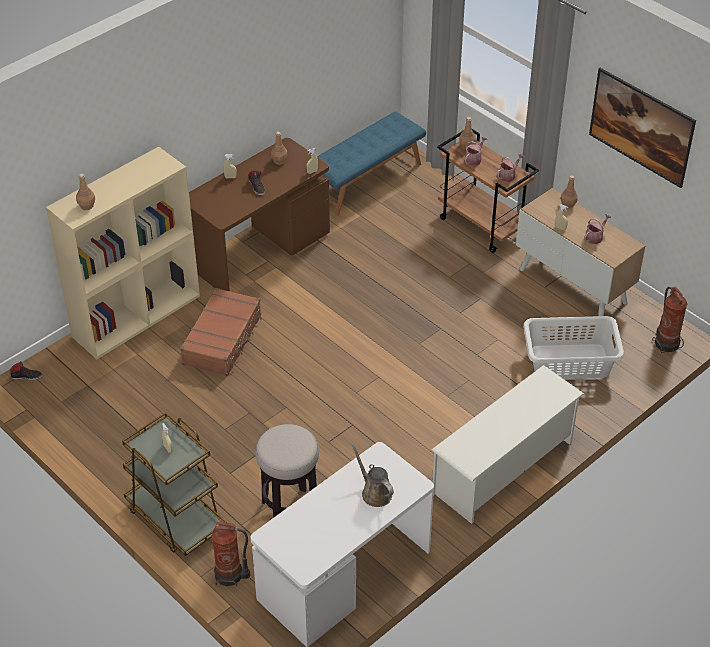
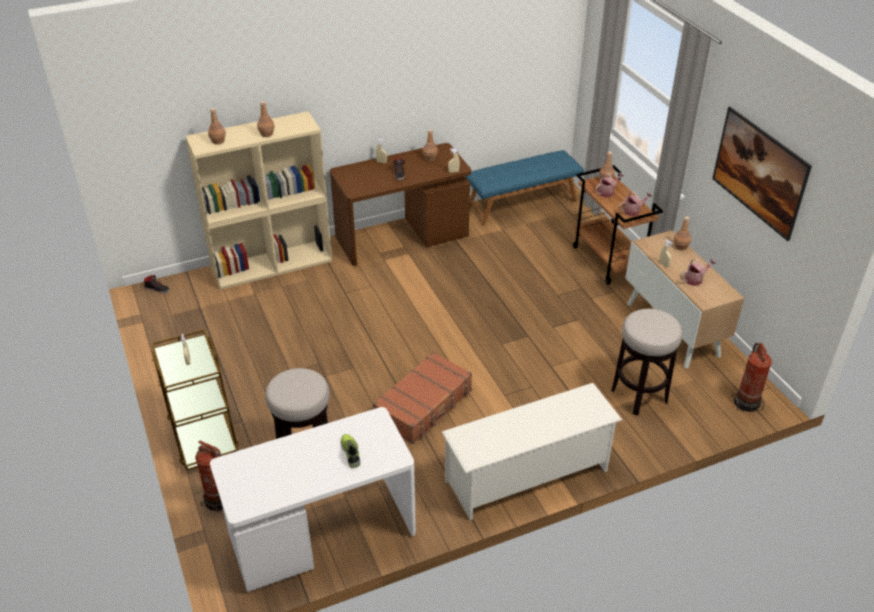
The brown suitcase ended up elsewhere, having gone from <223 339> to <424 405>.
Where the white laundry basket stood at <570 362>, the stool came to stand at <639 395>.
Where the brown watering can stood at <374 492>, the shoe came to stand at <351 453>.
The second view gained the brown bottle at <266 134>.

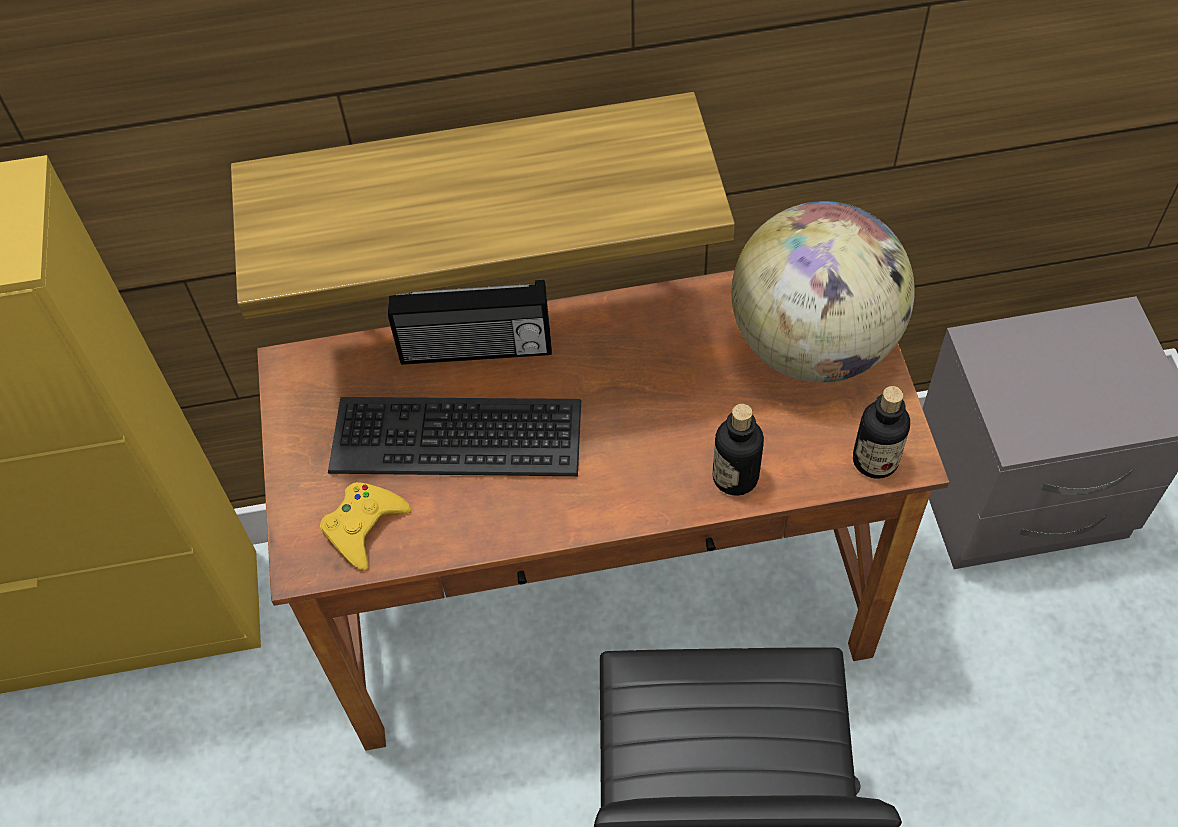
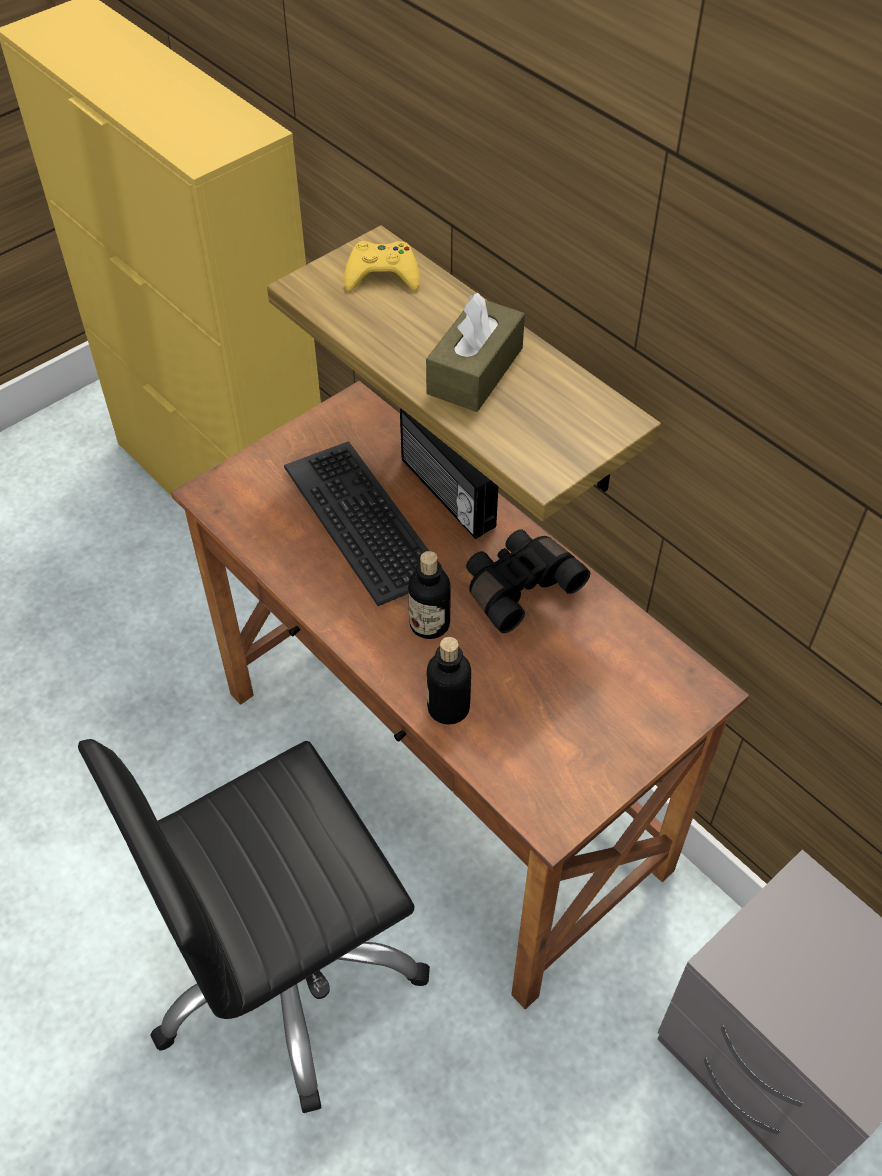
The second view lost the globe at <813 344>.
The bottle ended up elsewhere, having gone from <875 460> to <429 624>.
The yellow game controller ended up elsewhere, having gone from <364 527> to <382 274>.
The second view gained the brown tissue box at <475 371>.
The second view gained the black binoculars at <518 586>.

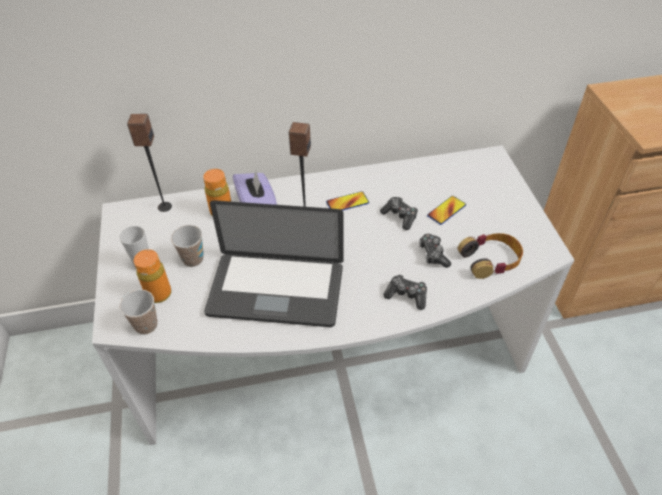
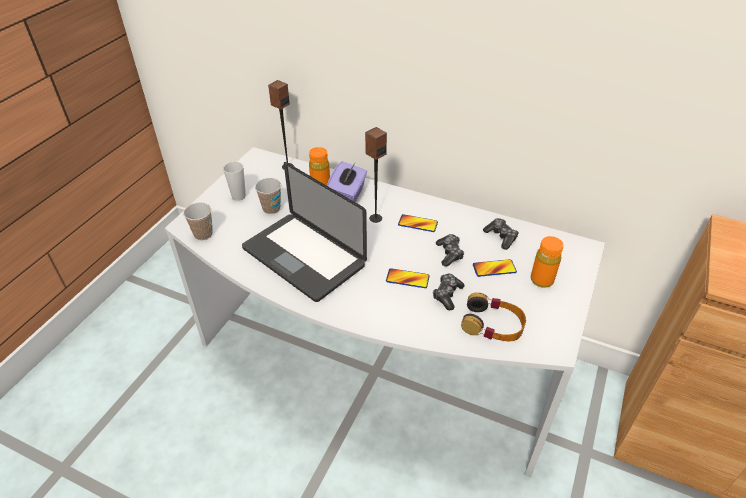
The orange bottle ended up elsewhere, having gone from <159 294> to <541 280>.
The game controller ended up elsewhere, having gone from <406 295> to <501 237>.
The second view gained the phone at <407 279>.

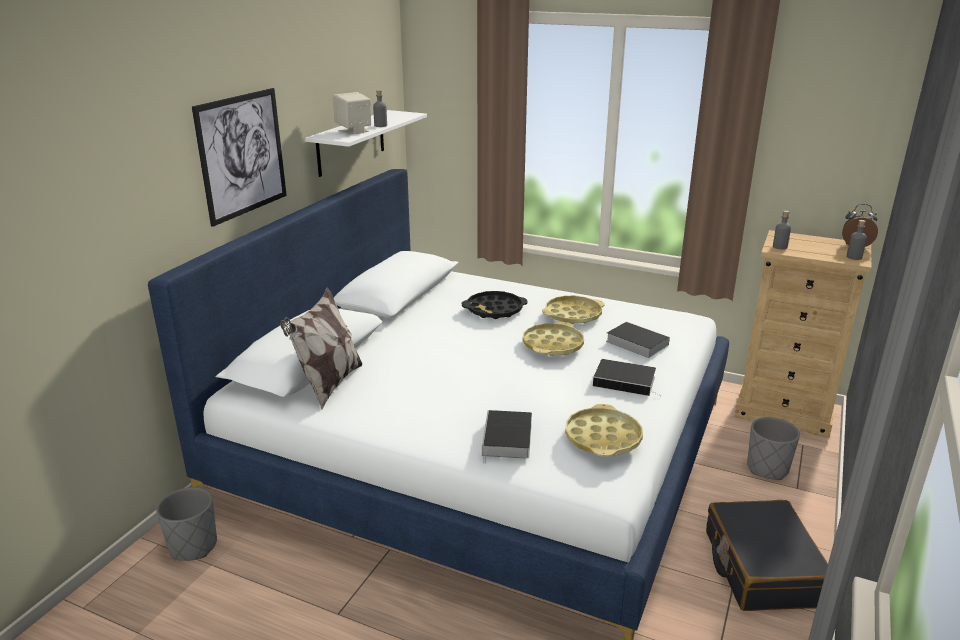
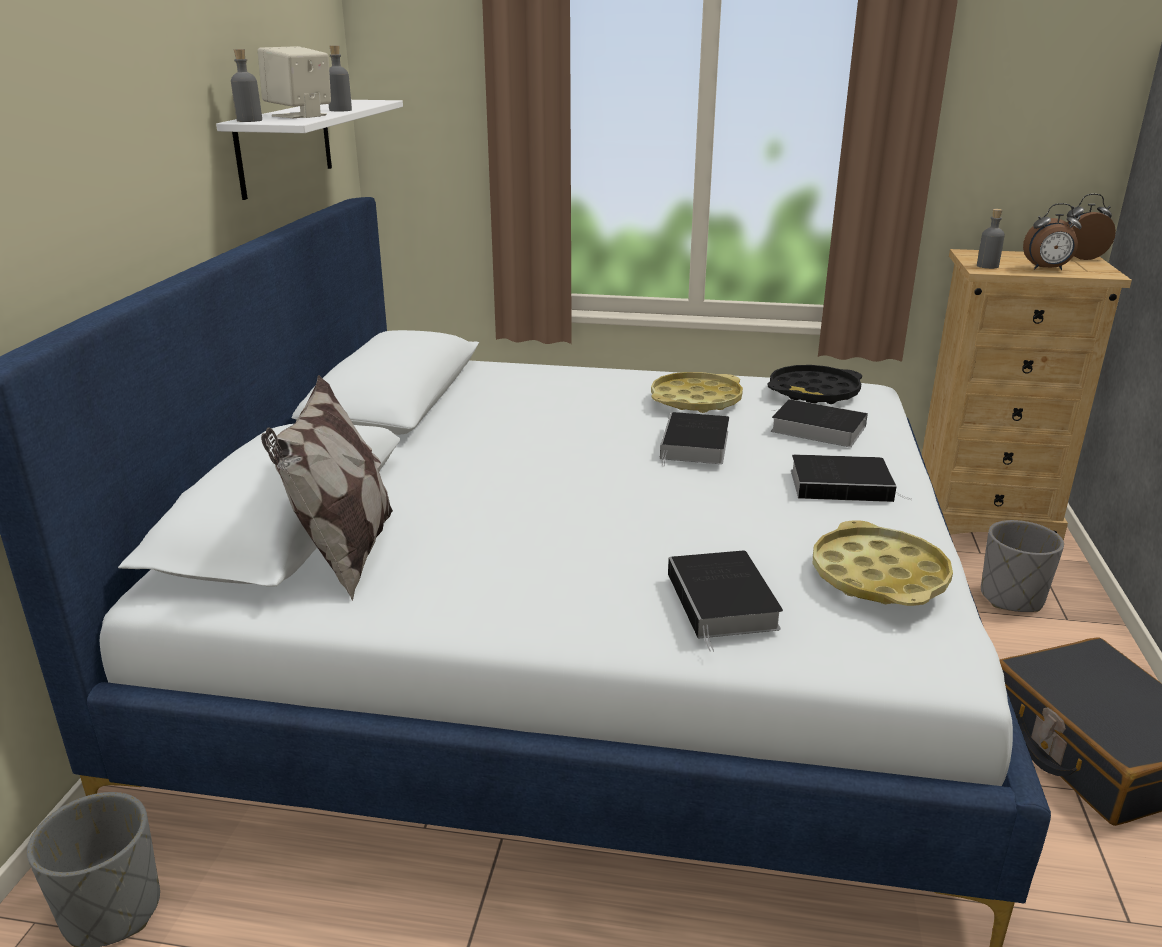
The second view lost the picture at <242 155>.
The grey bottle ended up elsewhere, having gone from <854 257> to <249 120>.
The black tray ended up elsewhere, having gone from <494 310> to <814 392>.
Where the yellow tray stood at <553 345>, the book came to stand at <695 445>.
The second view gained the alarm clock at <1047 269>.

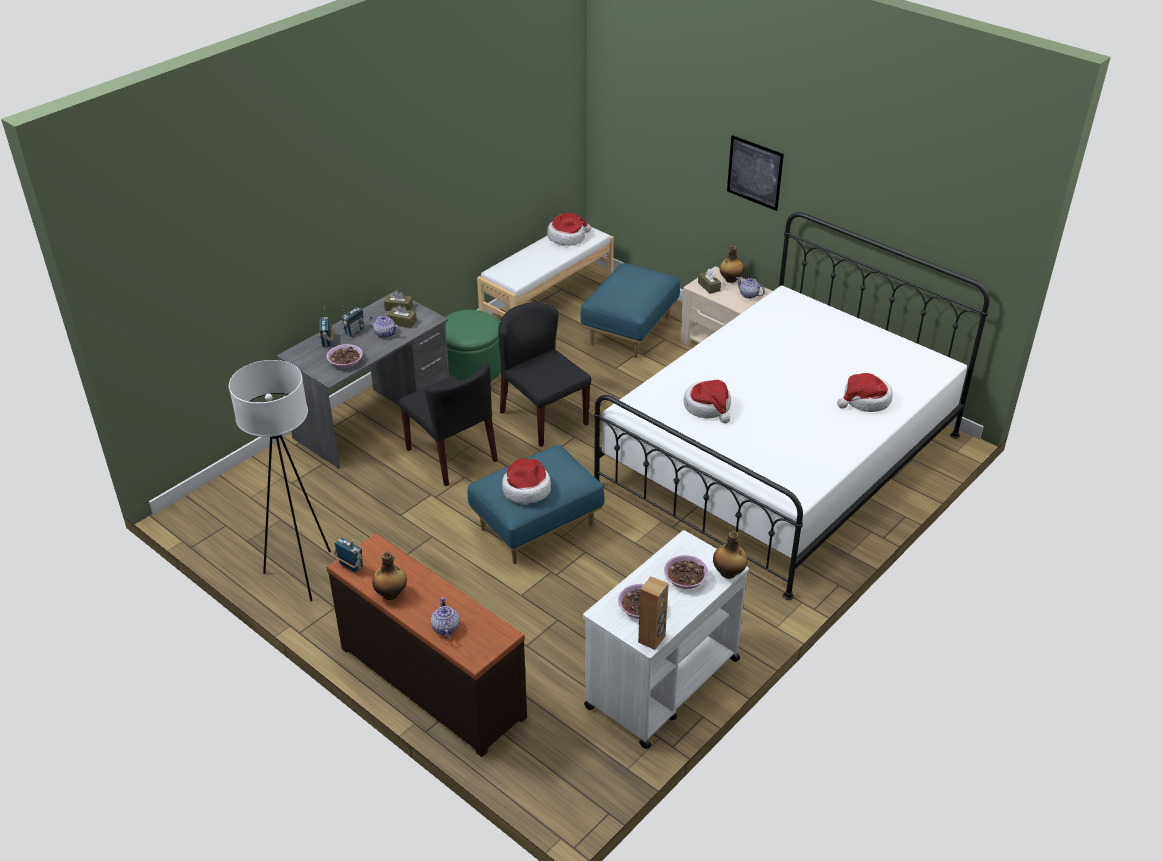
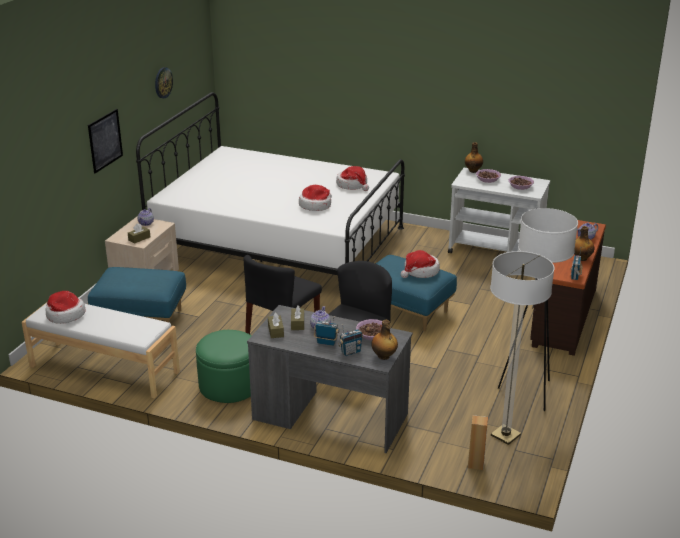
The bottle ended up elsewhere, having gone from <730 280> to <384 356>.
The hat ended up elsewhere, having gone from <865 400> to <352 185>.
The brown speaker ended up elsewhere, having gone from <652 639> to <475 464>.
The second view gained the wall clock at <163 82>.
The second view gained the floor lamp at <505 435>.

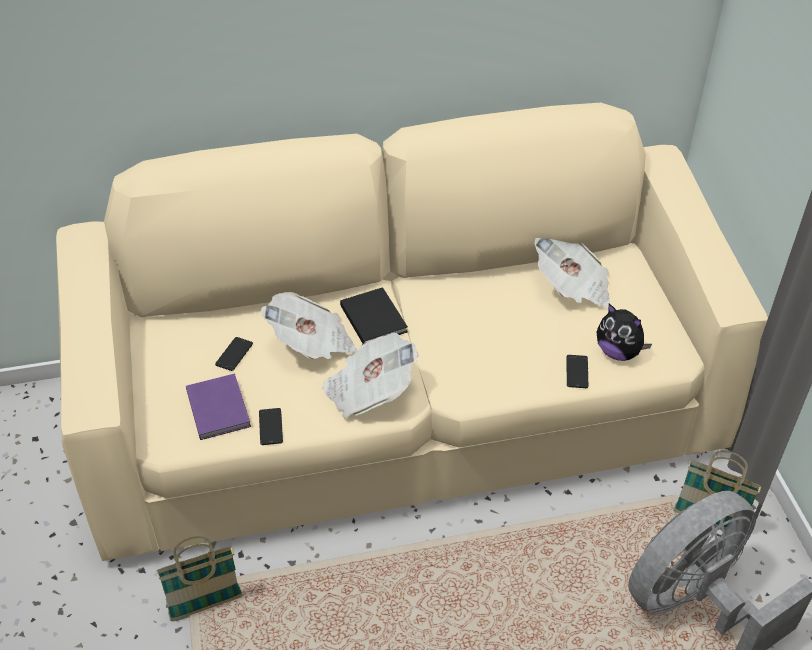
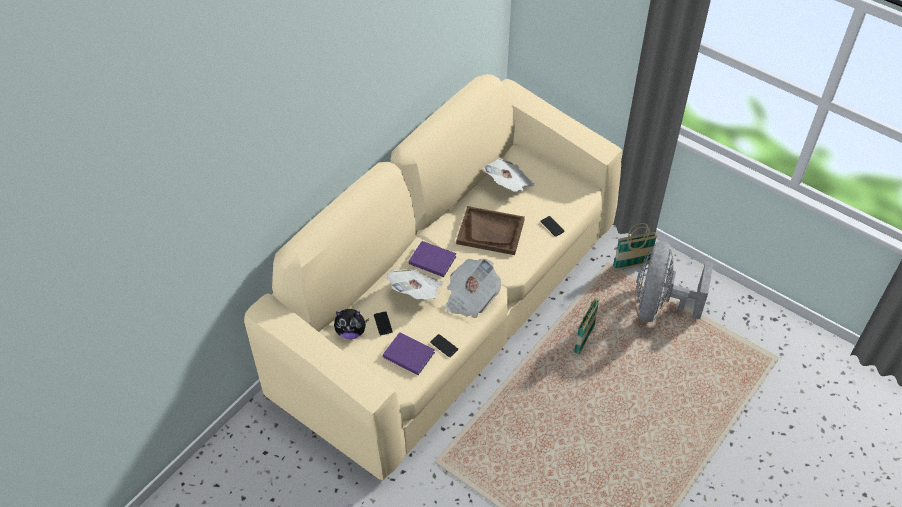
What was the black book at <373 317> turned into the purple book at <431 259>.
The plush toy ended up elsewhere, having gone from <618 352> to <351 332>.
The basket ended up elsewhere, having gone from <206 606> to <584 340>.
The second view gained the brown tray at <490 232>.

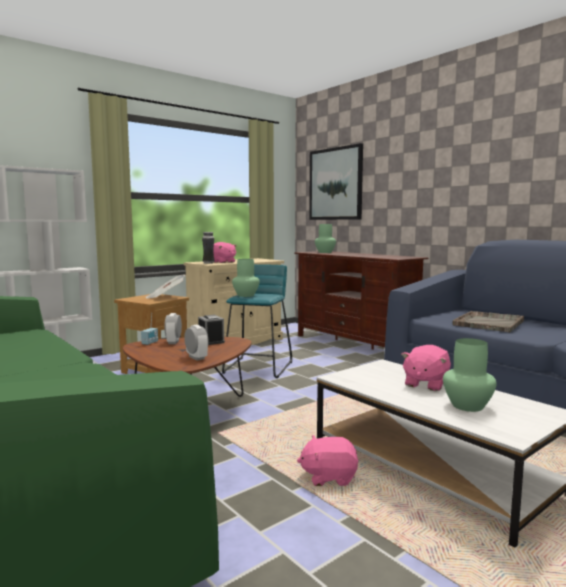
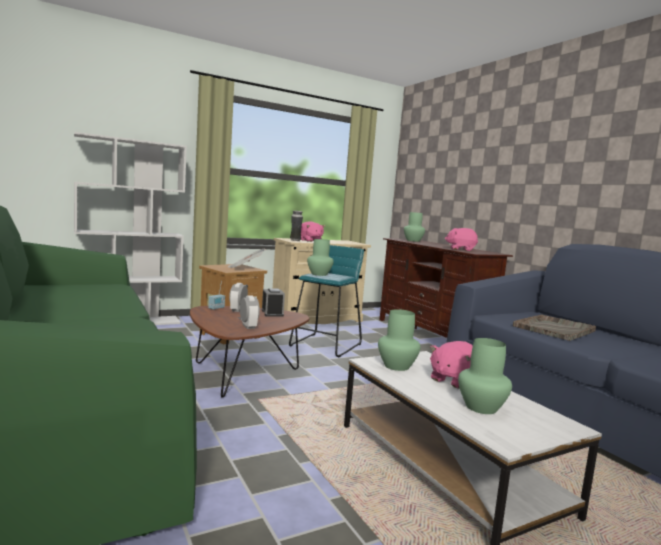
The second view lost the picture at <335 184>.
The pink plush toy ended up elsewhere, having gone from <329 477> to <461 249>.
The second view gained the green vase at <397 366>.

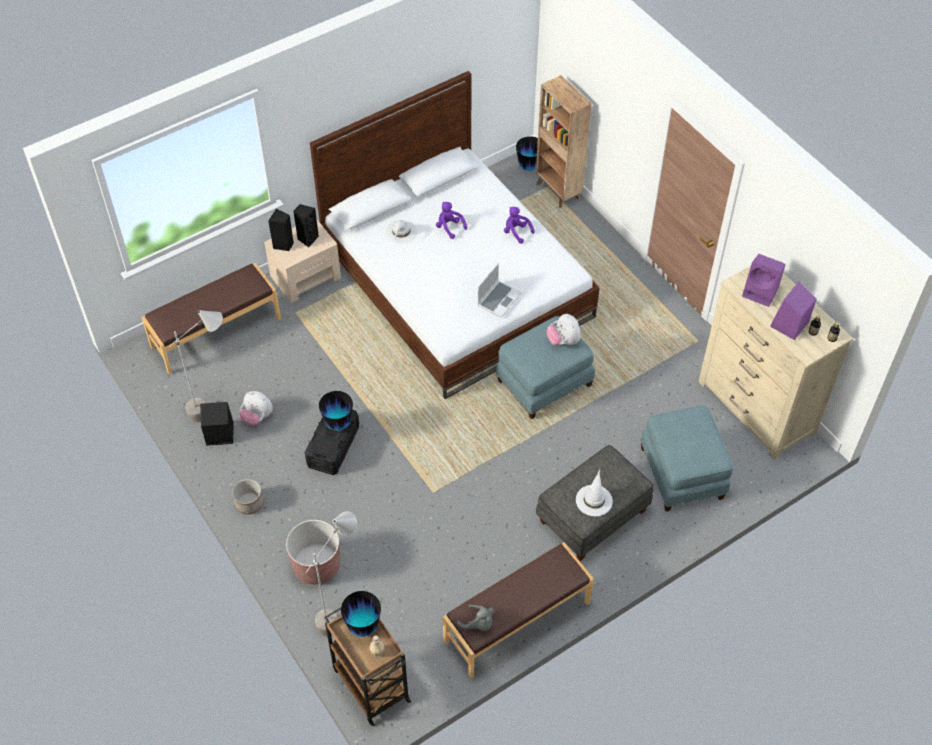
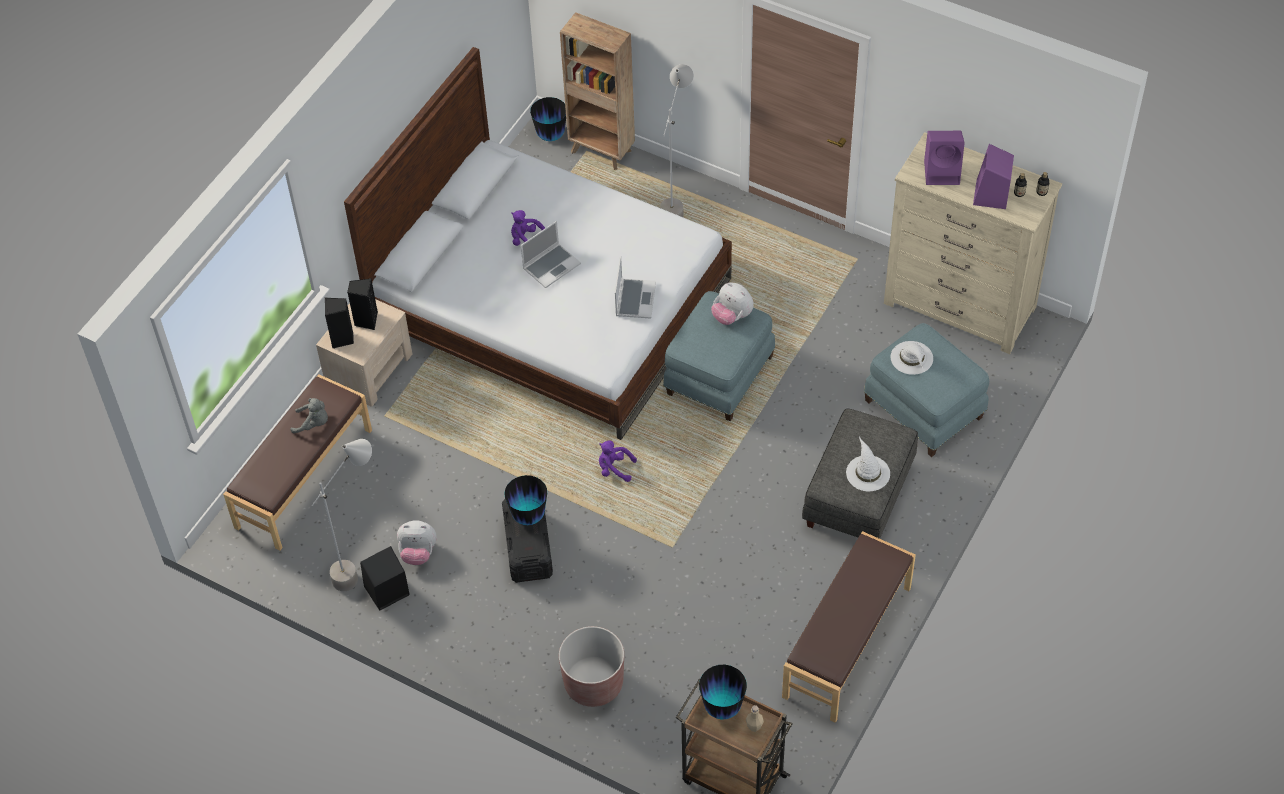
The purple plush toy ended up elsewhere, having gone from <516 232> to <614 469>.
The white hat ended up elsewhere, having gone from <401 232> to <912 358>.
The second view lost the planter at <249 503>.
The grey floor lamp ended up elsewhere, having gone from <341 613> to <676 202>.
The grey plush toy ended up elsewhere, having gone from <478 624> to <313 423>.
The second view gained the laptop at <551 266>.

